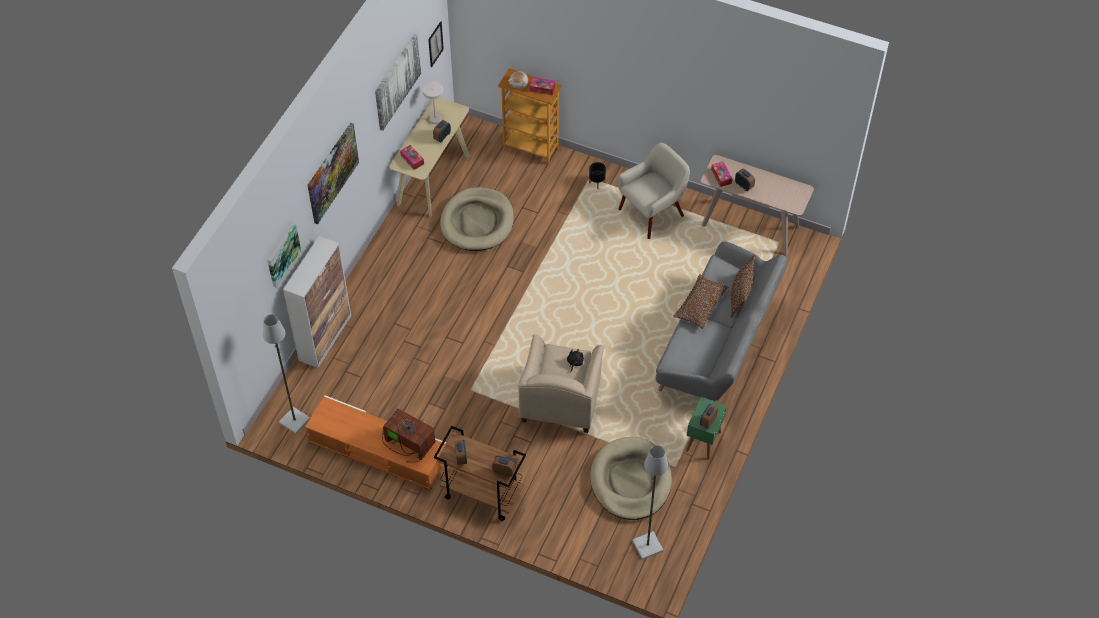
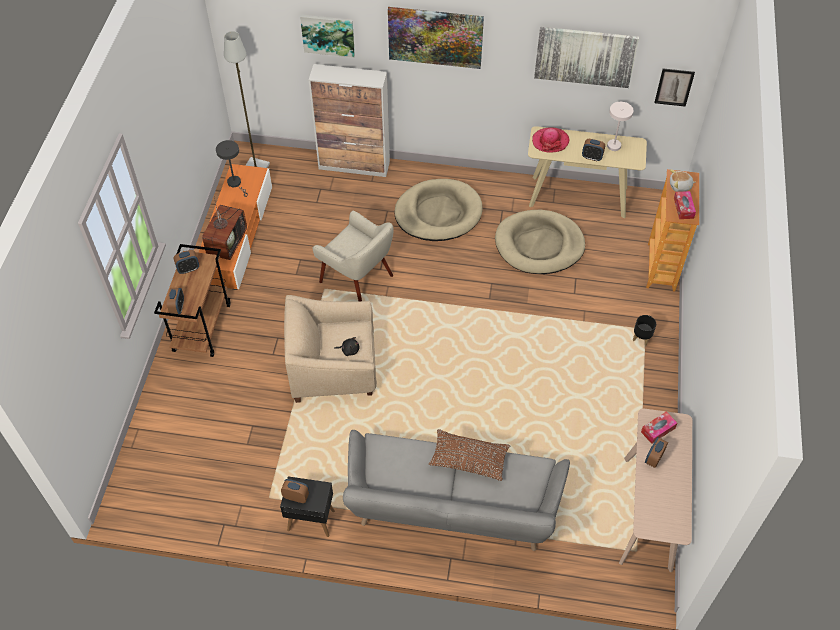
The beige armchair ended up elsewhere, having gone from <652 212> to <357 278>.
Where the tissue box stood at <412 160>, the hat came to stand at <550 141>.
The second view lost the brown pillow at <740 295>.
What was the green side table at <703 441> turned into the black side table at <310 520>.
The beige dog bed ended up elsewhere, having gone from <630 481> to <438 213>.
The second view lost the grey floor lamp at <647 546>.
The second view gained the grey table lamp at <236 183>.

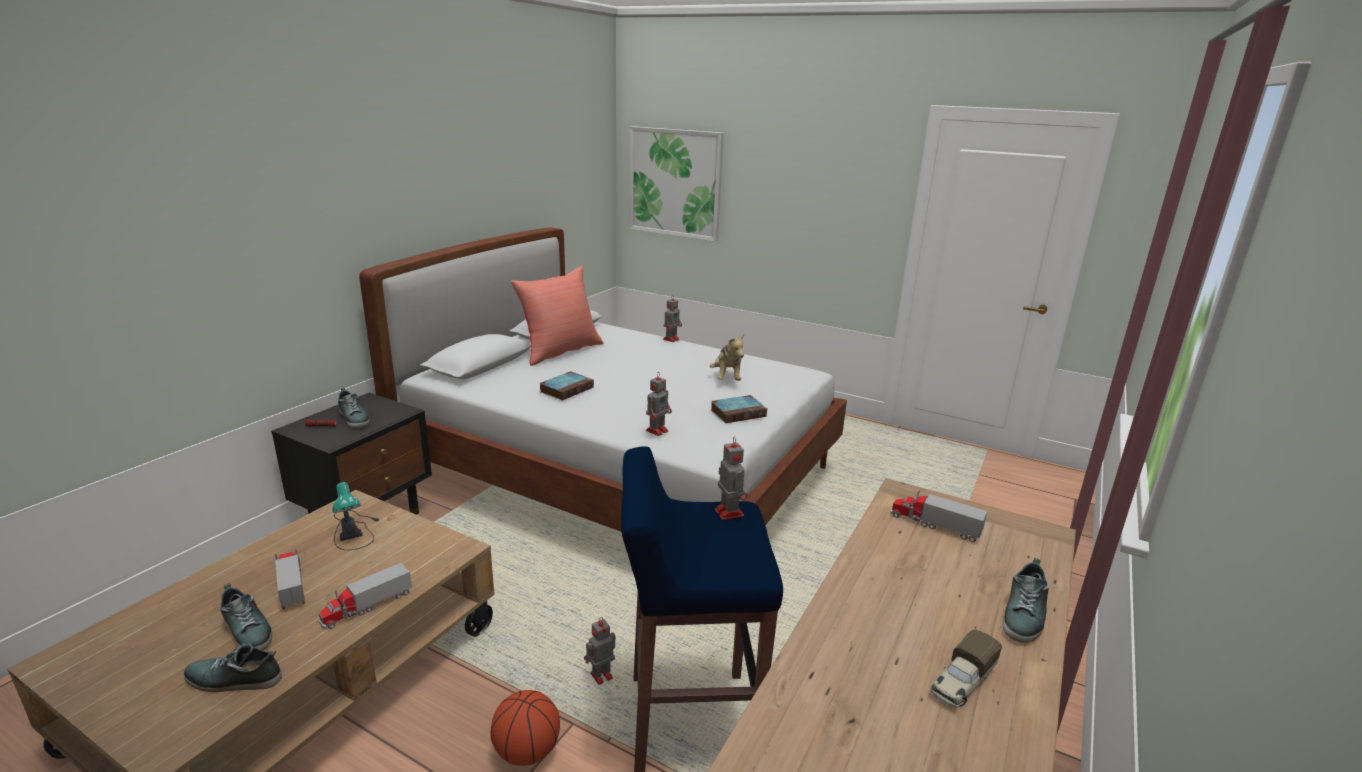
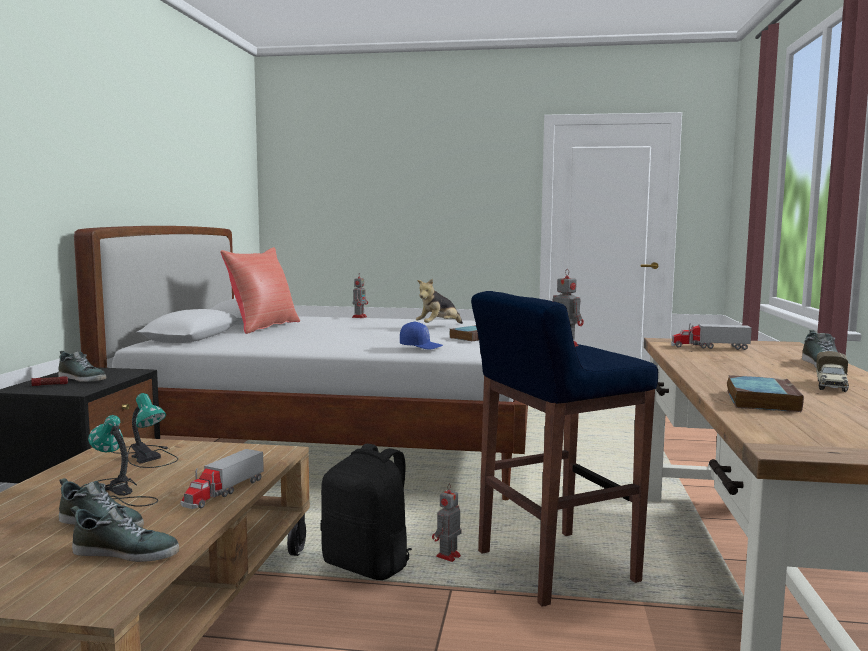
The second view lost the picture at <675 183>.
The plush toy at <727 378> ended up facing another way, 75 degrees clockwise from before.
The book ended up elsewhere, having gone from <567 389> to <761 400>.
Where the toy robot stood at <657 430>, the blue cap came to stand at <421 346>.
Where the toy truck stood at <291 584>, the table lamp came to stand at <116 493>.
The shoe at <233 679> ended up facing another way, 150 degrees counterclockwise from before.
The second view lost the basketball at <527 752>.
The second view gained the black backpack at <368 565>.

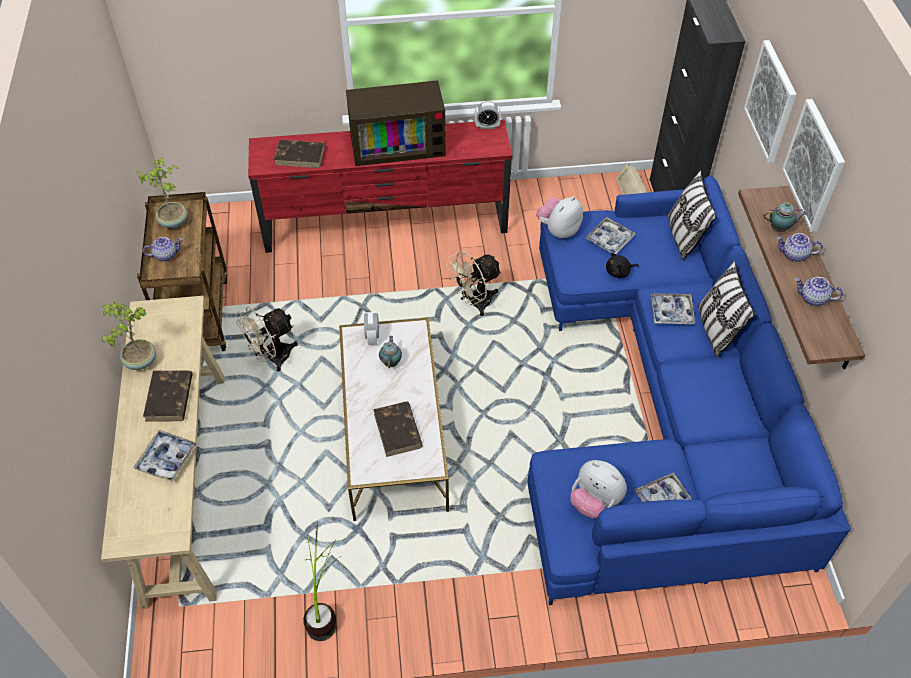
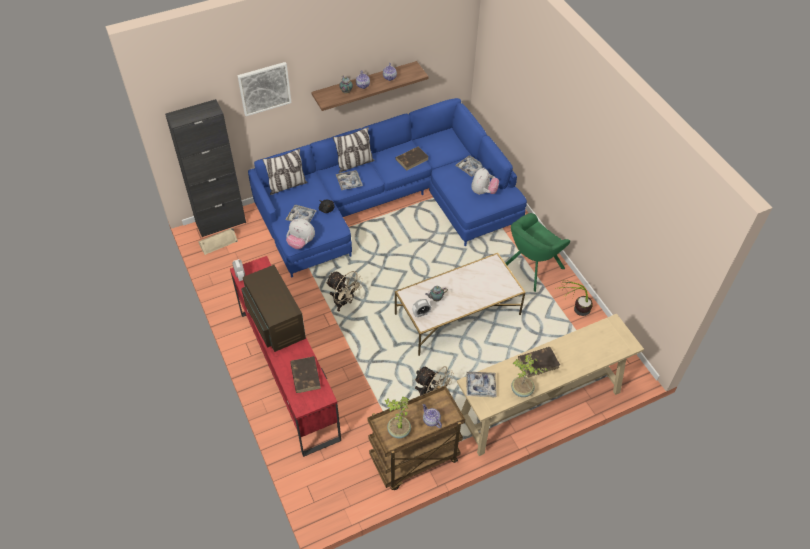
The second view lost the picture at <814 165>.
The brown book ended up elsewhere, having gone from <398 431> to <412 159>.
The tray ended up elsewhere, having gone from <167 459> to <480 386>.
The second view gained the green armchair at <531 269>.

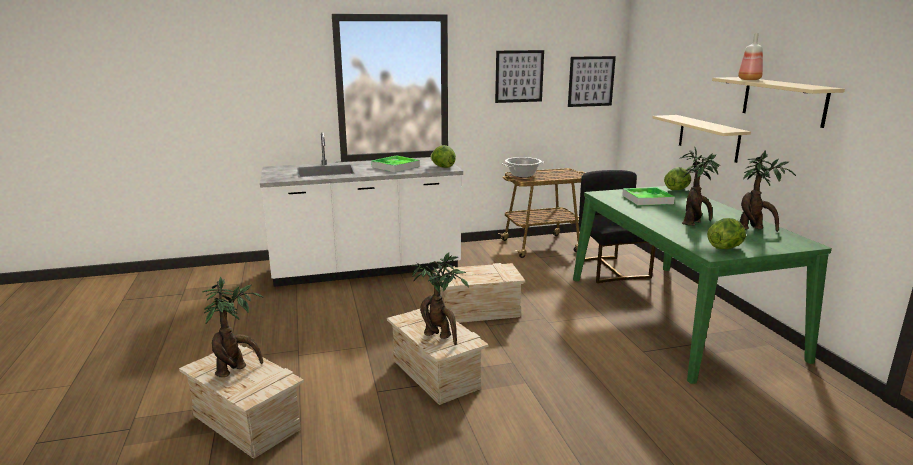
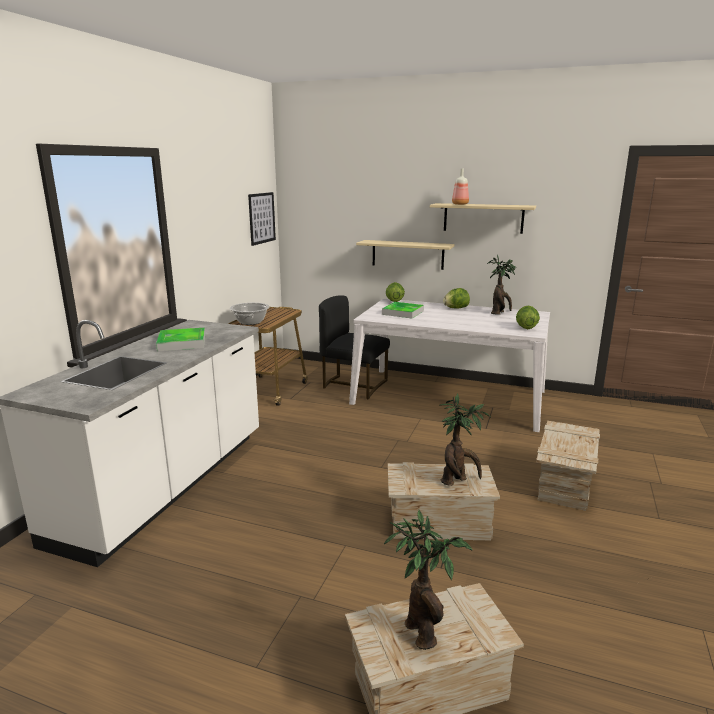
The second view lost the picture at <519 76>.
The lettuce ended up elsewhere, having gone from <442 167> to <456 308>.
The second view lost the potted plant at <694 223>.
What was the green dining table at <676 315> turned into the white dining table at <449 397>.
The crate ended up elsewhere, having gone from <478 311> to <564 484>.

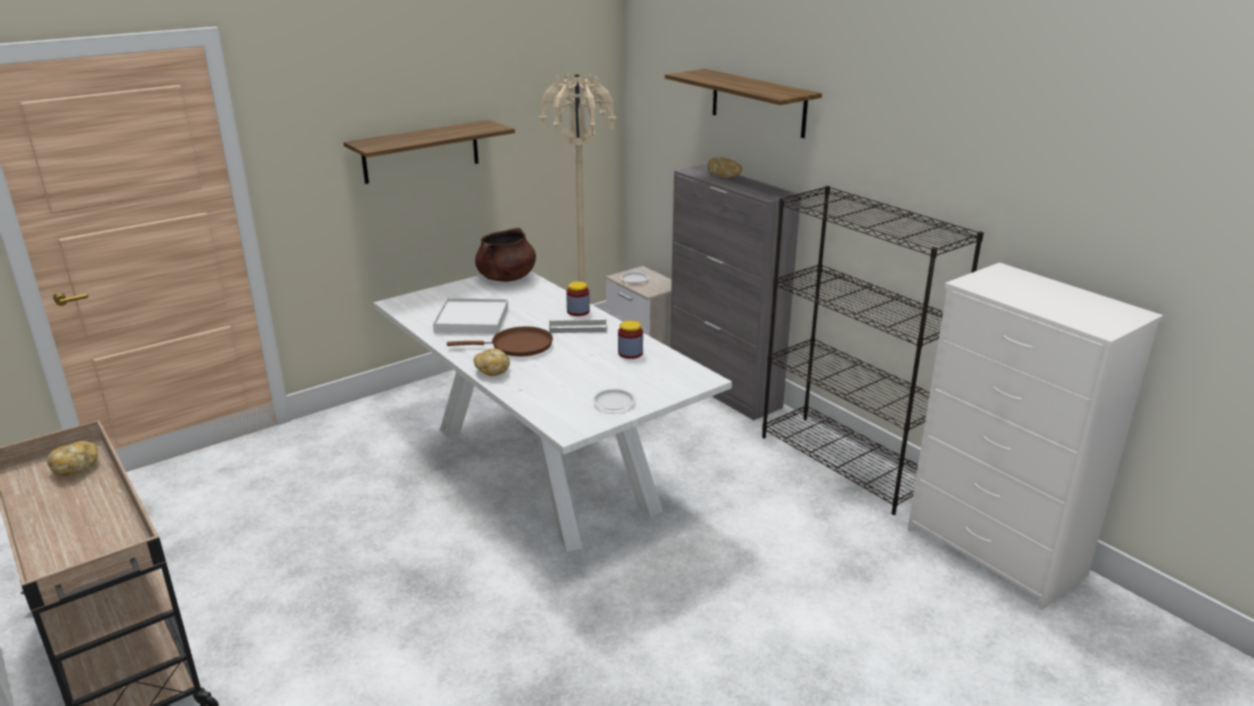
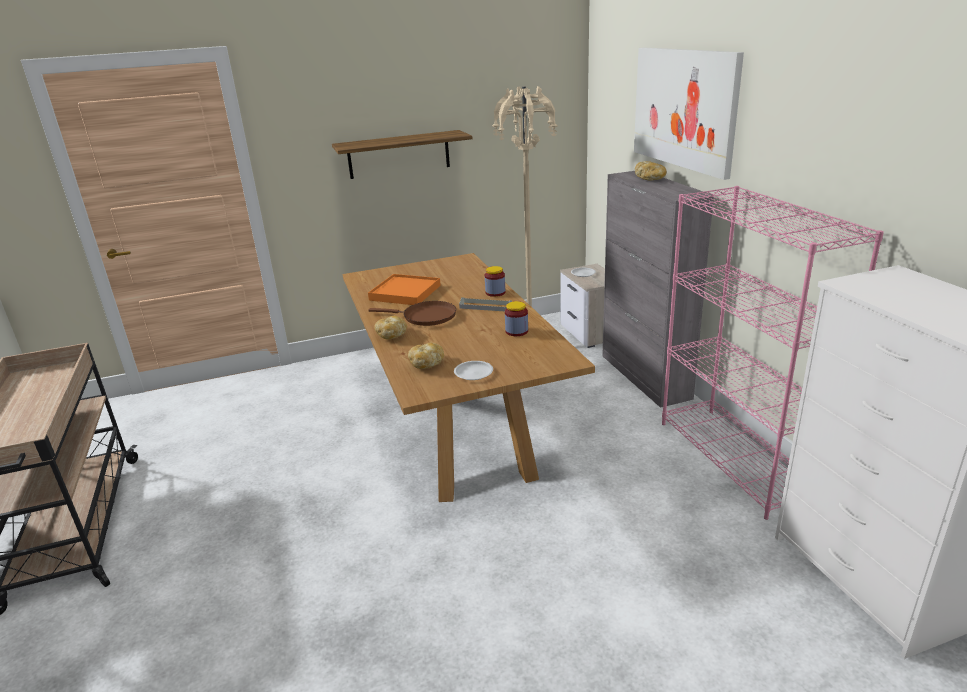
Where the shelf hung at <758 103>, the picture came to hang at <684 108>.
What was the black bookcase at <847 462> turned into the pink bookcase at <736 459>.
The second view lost the brown cooking pot at <506 278>.
What was the white dining table at <544 467> turned into the brown dining table at <458 425>.
What was the white tray at <472 319> turned into the orange tray at <405 292>.
The bread ended up elsewhere, having gone from <76 468> to <427 363>.

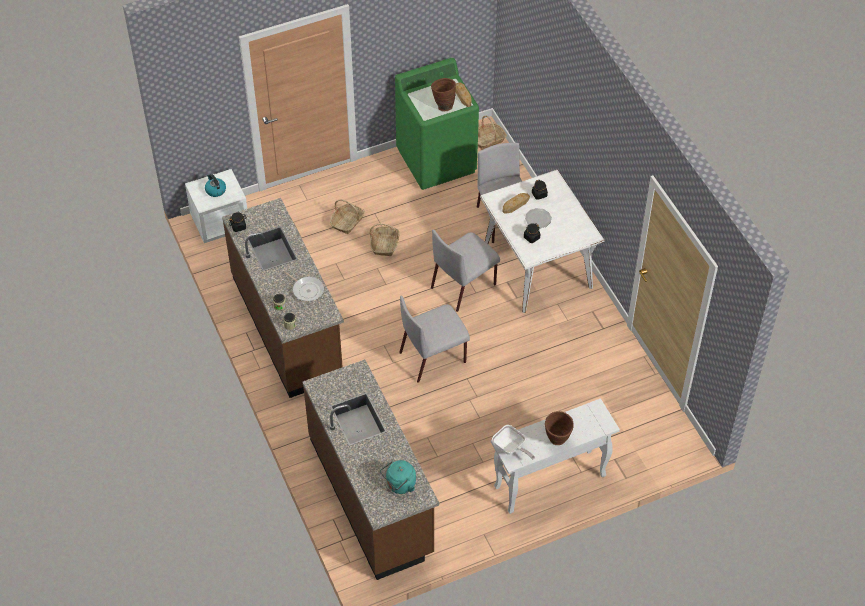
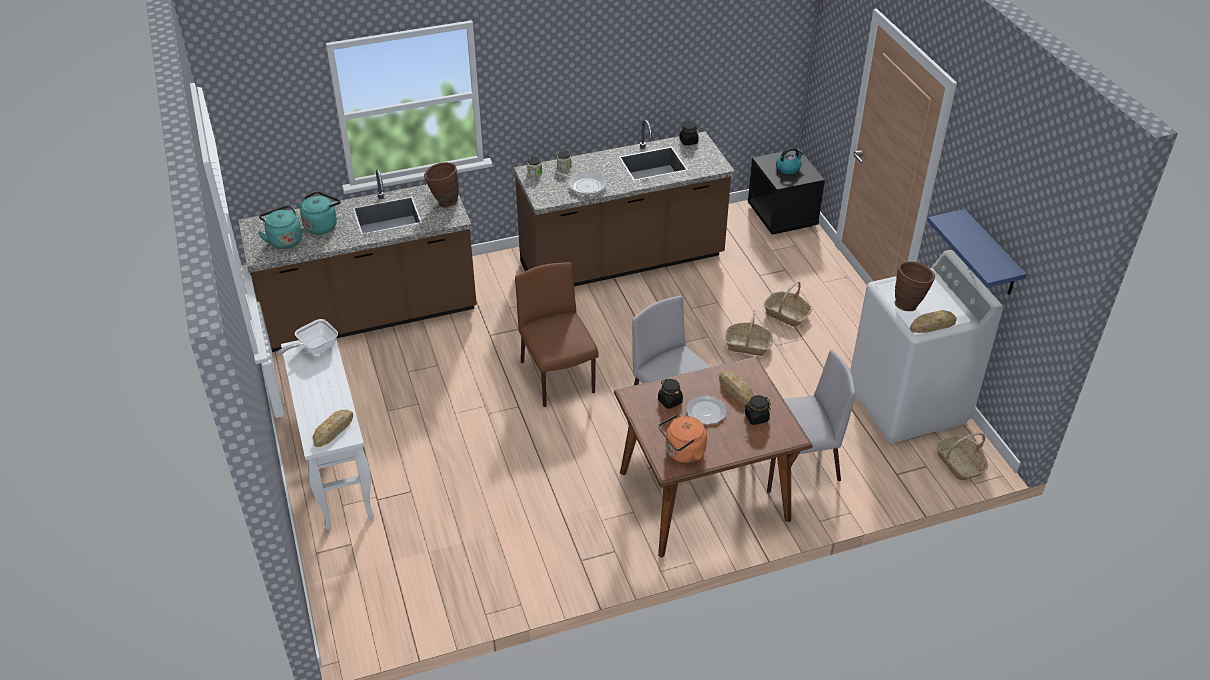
What was the green washing machine at <437 160> turned into the white washing machine at <908 404>.
What was the white nightstand at <220 222> turned into the black nightstand at <782 216>.
What was the white dining table at <537 267> turned into the brown dining table at <703 496>.
The frying pan at <307 289> ended up facing another way, 105 degrees counterclockwise from before.
What was the grey chair at <433 357> turned into the brown chair at <558 378>.
The brown vase ended up elsewhere, having gone from <557 442> to <443 202>.
The second view gained the turquoise kettle at <322 225>.
The second view gained the blue shelf at <991 255>.
The second view gained the bread at <333 430>.
The second view gained the orange kettle at <682 453>.

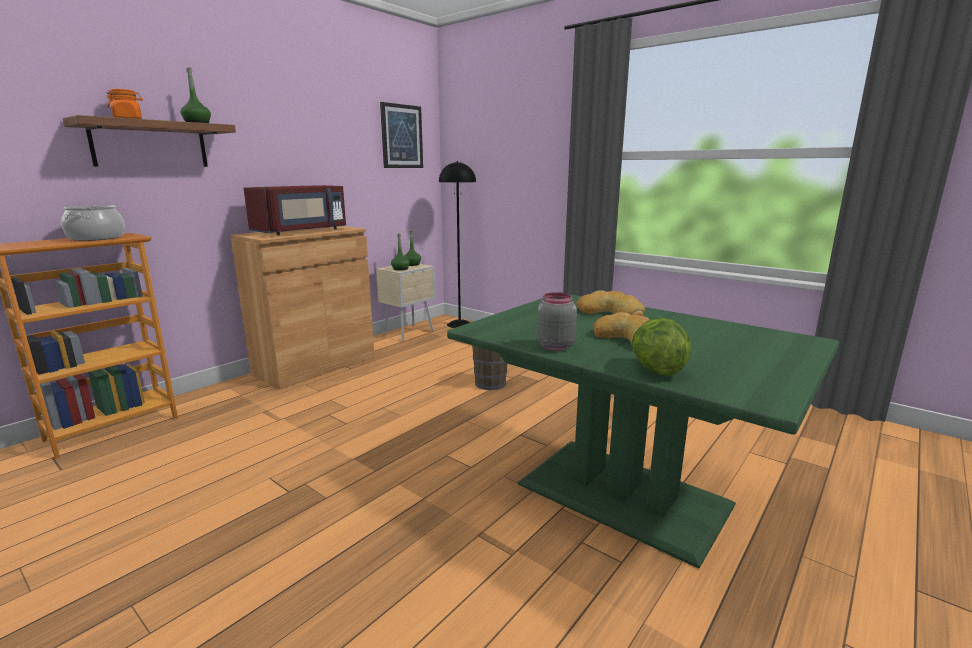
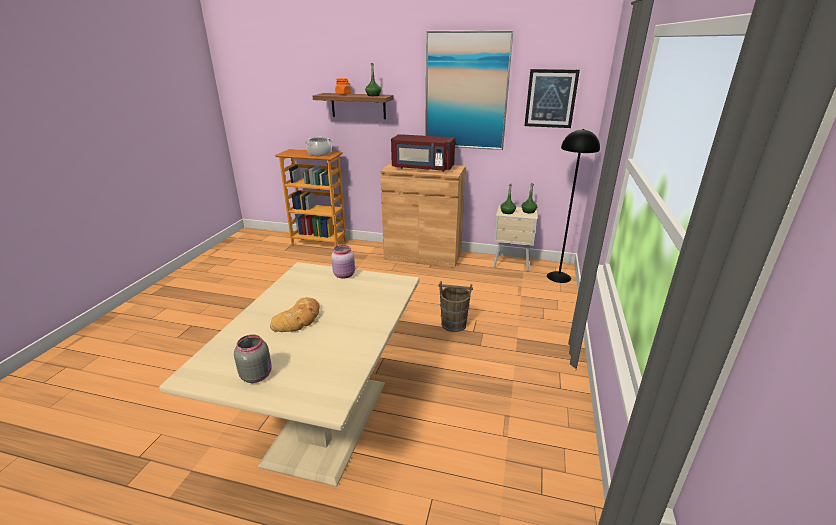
The second view lost the bread at <610 312>.
What was the green dining table at <622 496> turned into the beige dining table at <326 421>.
The grey jar ended up elsewhere, having gone from <554 346> to <257 375>.
The second view lost the lettuce at <656 370>.
The second view gained the picture at <466 92>.
The second view gained the pink jar at <345 275>.

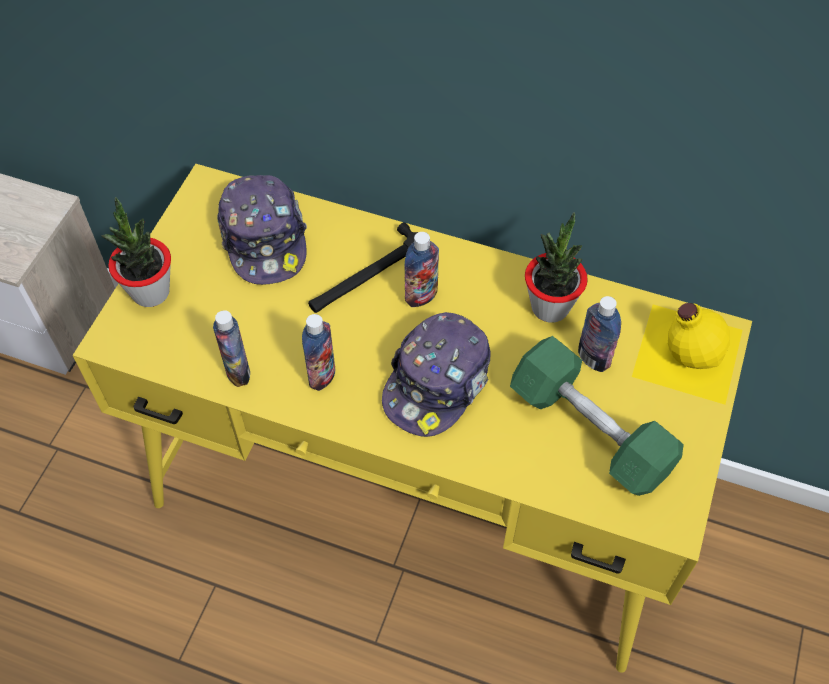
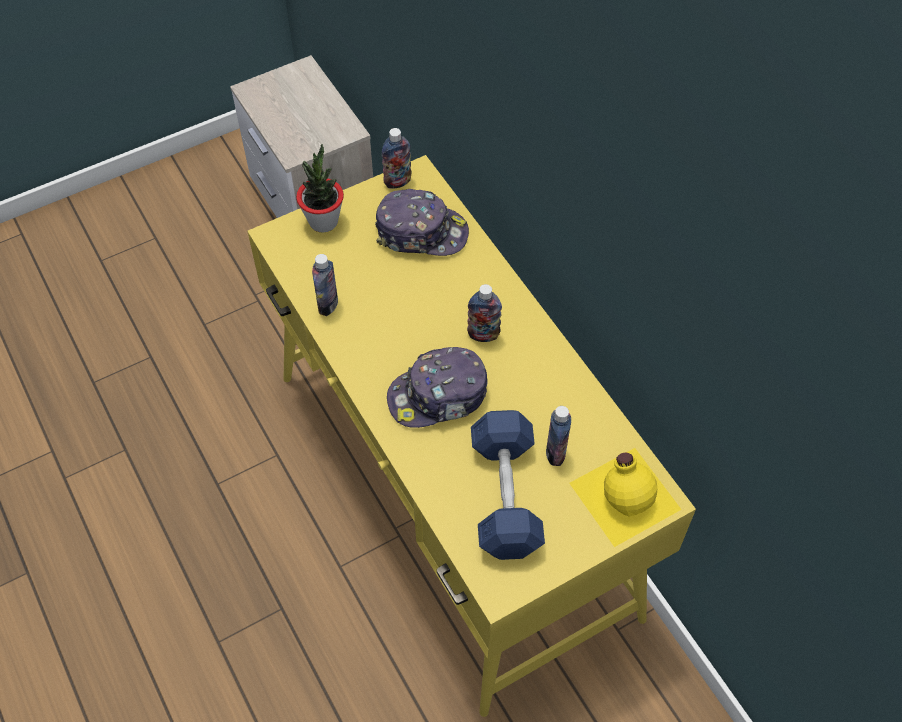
The cap at <265 239> ended up facing another way, 105 degrees counterclockwise from before.
The second view lost the potted plant at <550 307>.
The second view lost the hammer at <369 276>.
The bottle ended up elsewhere, having gone from <322 375> to <397 181>.
What was the green dumbbell at <590 430> turned into the blue dumbbell at <505 495>.

